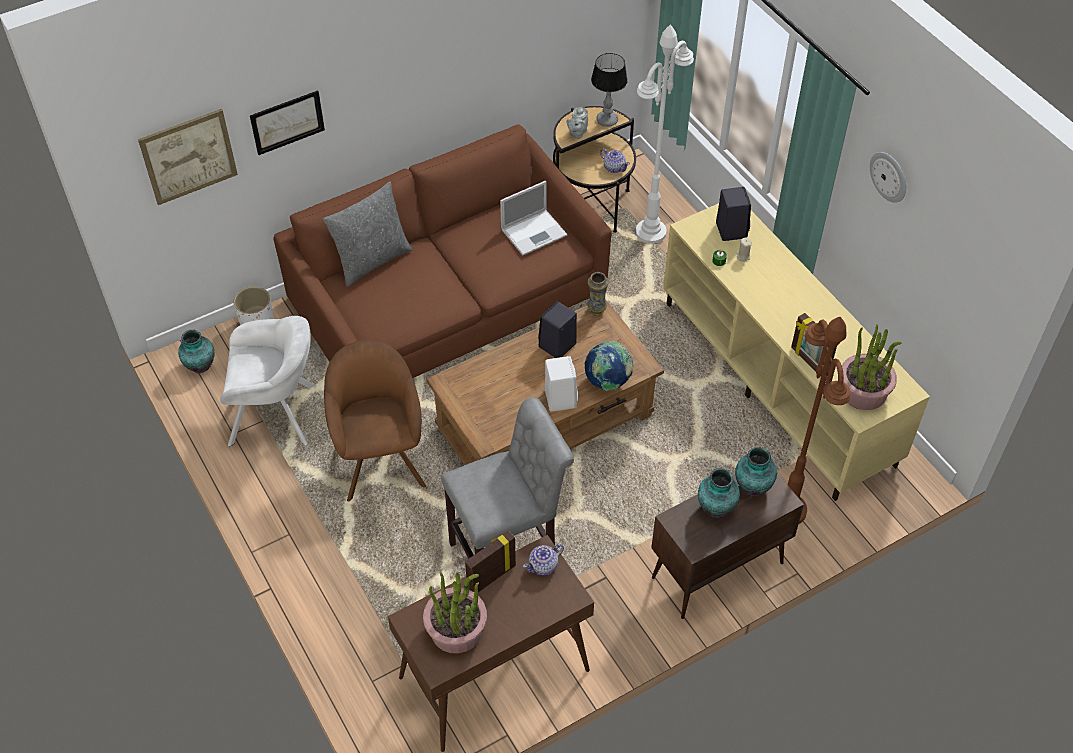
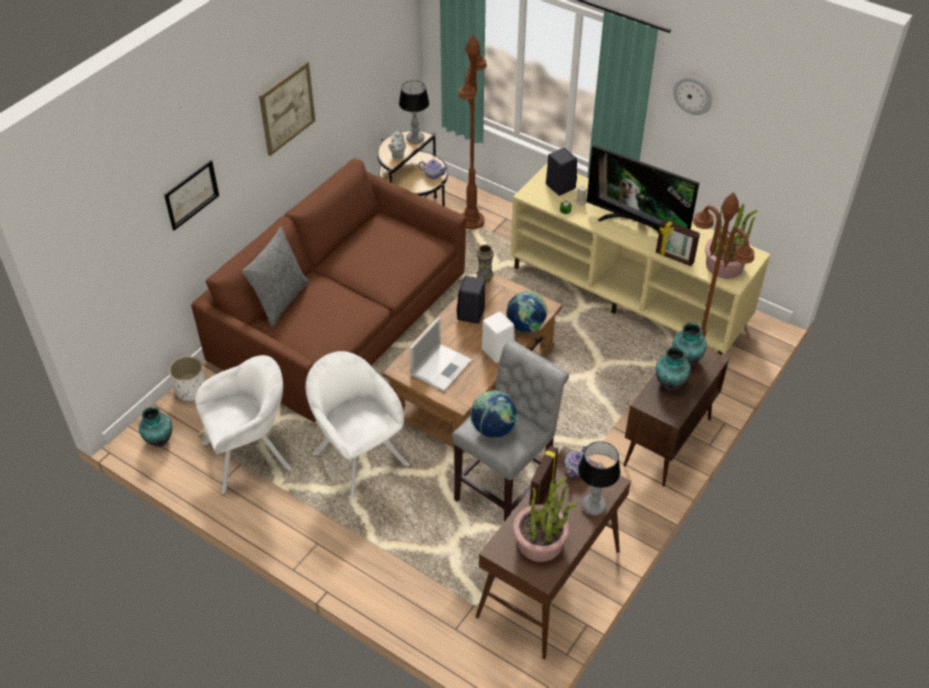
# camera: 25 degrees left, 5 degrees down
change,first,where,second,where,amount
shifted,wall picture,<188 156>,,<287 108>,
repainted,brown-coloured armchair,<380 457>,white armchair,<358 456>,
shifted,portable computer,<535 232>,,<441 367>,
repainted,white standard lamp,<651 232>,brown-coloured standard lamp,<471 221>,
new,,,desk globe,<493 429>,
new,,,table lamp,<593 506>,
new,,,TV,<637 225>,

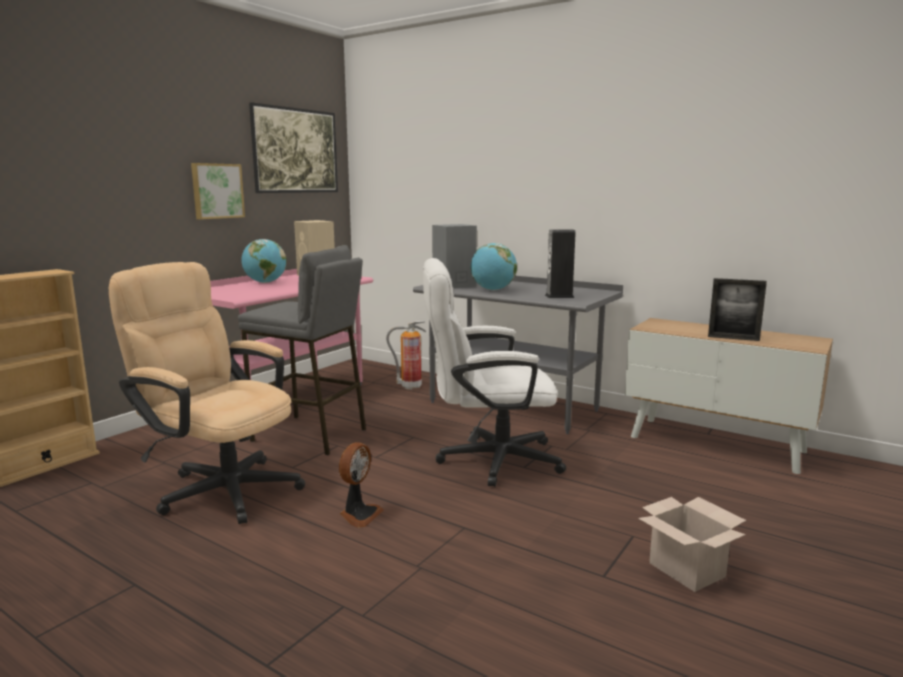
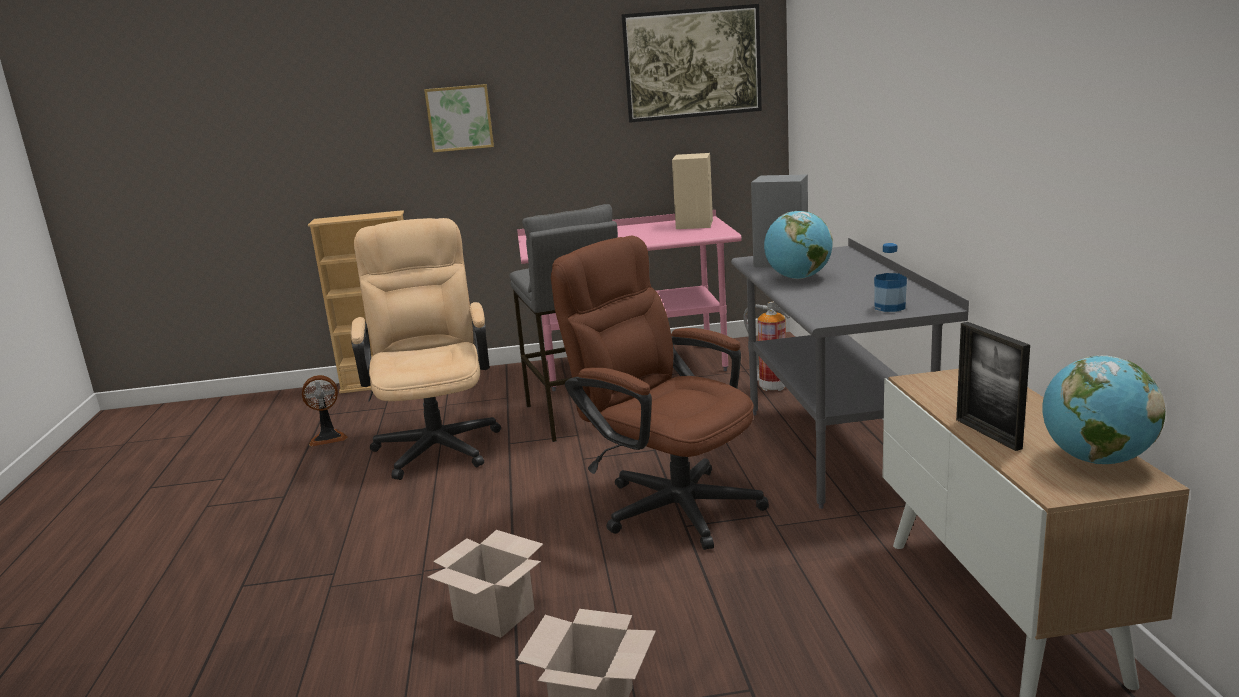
# camera: 50 degrees right, 5 degrees up
change,first,where,second,where,amount
shifted,fan,<359 515>,,<328 437>,
shifted,wall picture,<217 191>,,<459 118>,
new,,,packing box,<496 614>,
repainted,white desk chair,<487 460>,brown-coloured desk chair,<668 503>,
new,,,beverage bottle,<889 307>,
shifted,desk globe,<265 282>,,<1095 460>,
gone,speaker,<559 296>,,,

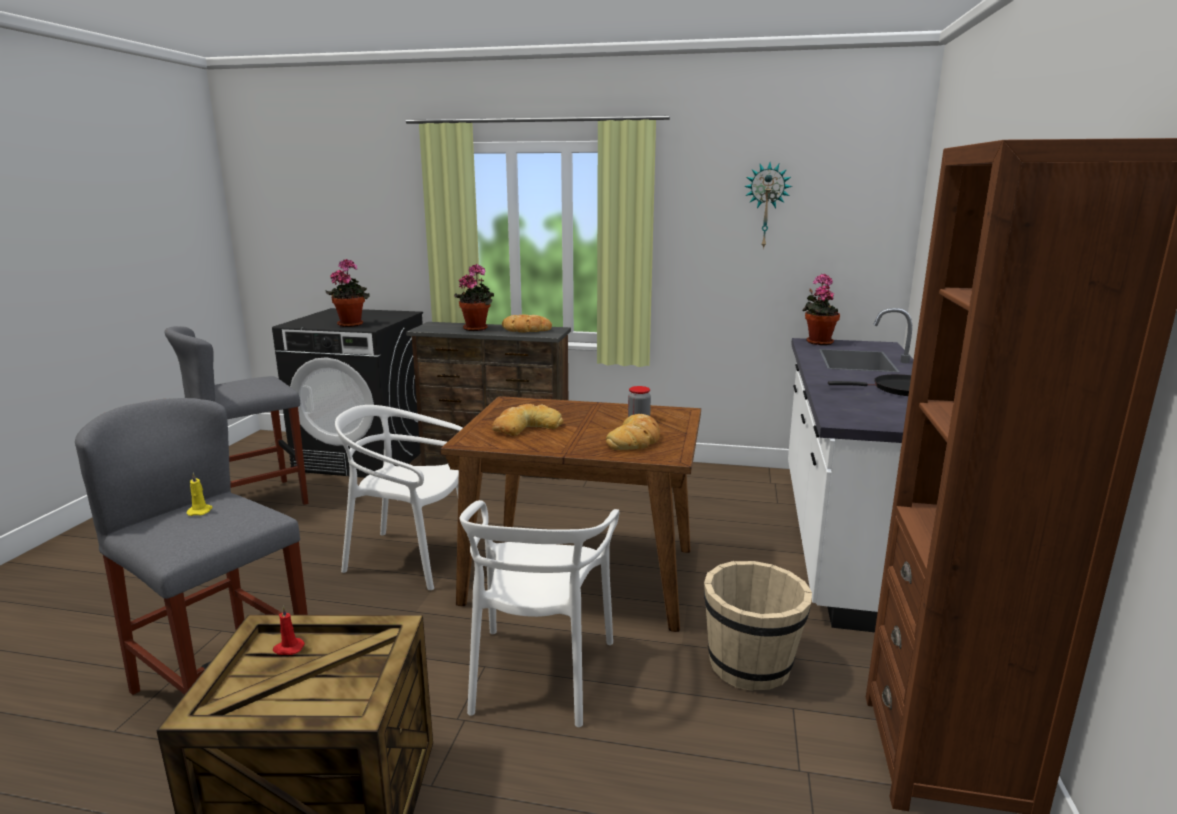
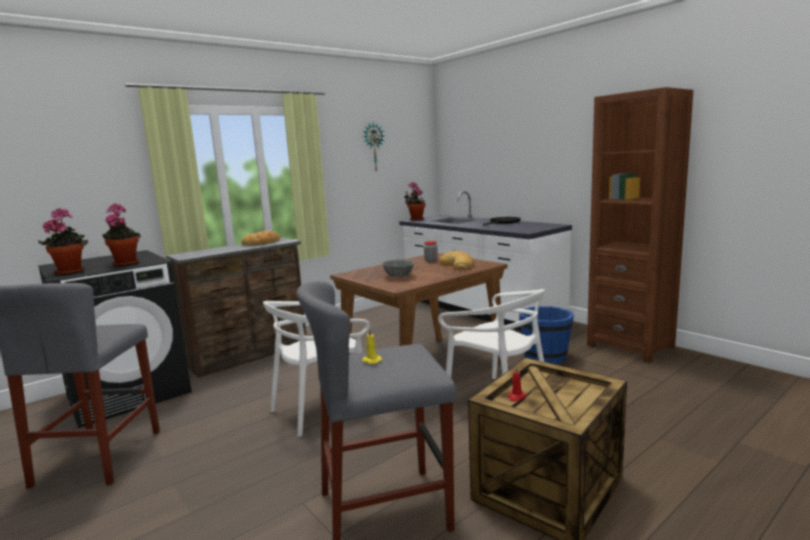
# camera: 50 degrees left, 5 degrees down
change,first,where,second,where,amount
shifted,houseplant,<477 328>,,<71 271>,
swapped,bakery bread,<526 427>,gray serving bowl,<399 276>,
repainted,beige water bucket,<751 665>,bluish water bucket,<545 356>,

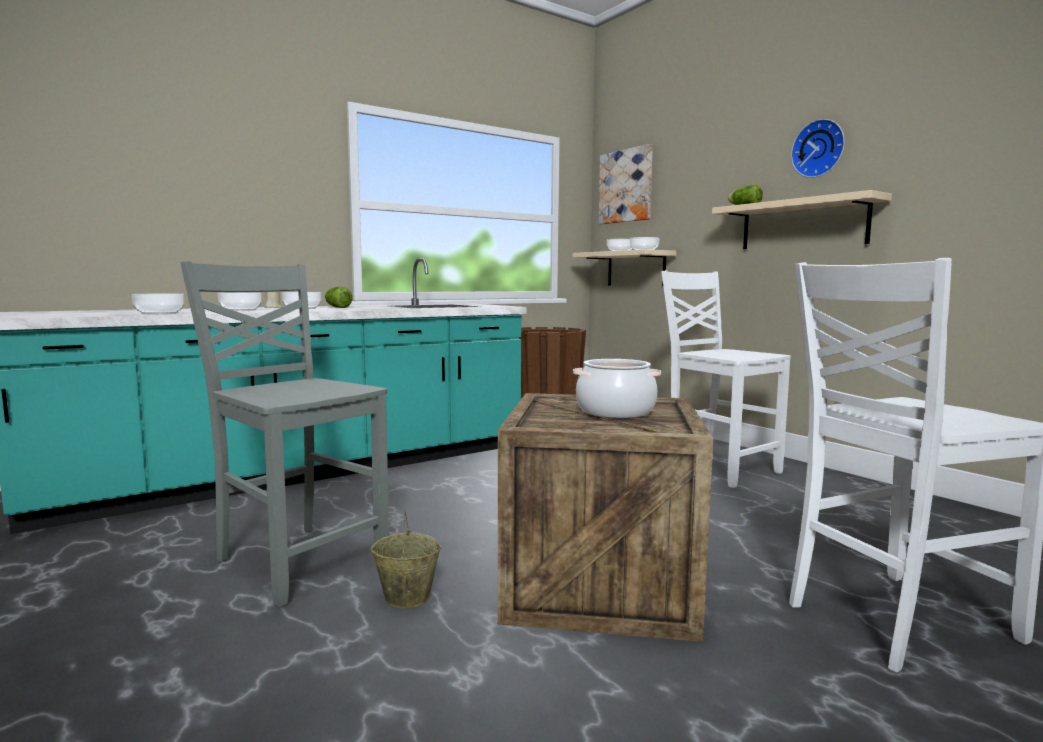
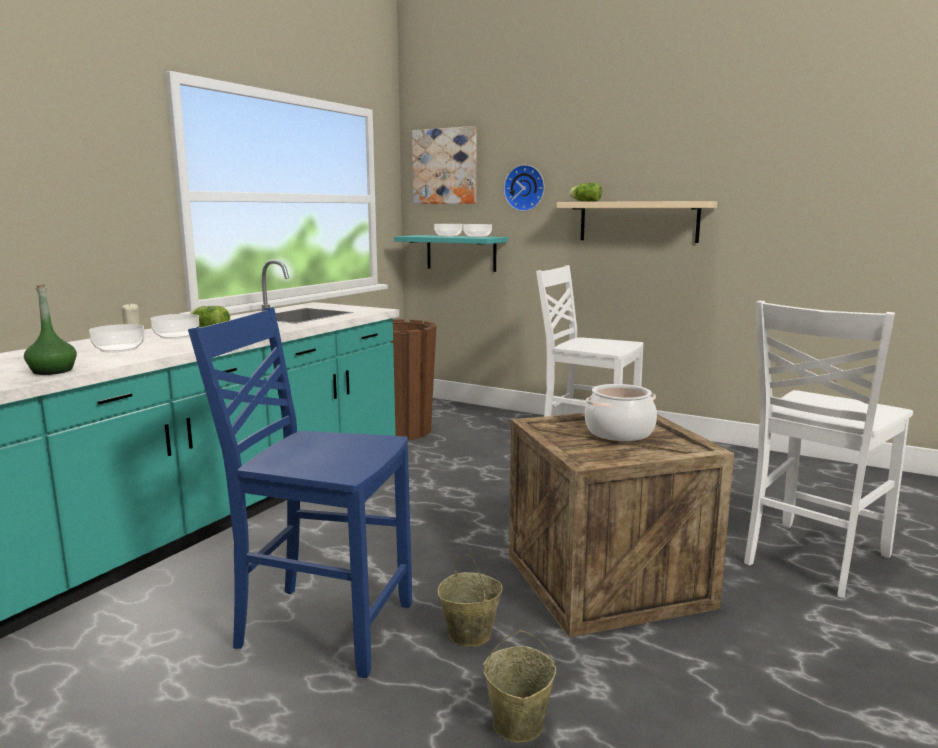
# camera: 25 degrees left, 5 degrees up
change,first,where,second,where,amount
swapped,serving bowl,<159 313>,green beverage bottle,<52 371>,
repainted,gray plain chair,<298 560>,bluish plain chair,<322 626>,
repainted,beige bracket shelf,<636 269>,turquoise-coloured bracket shelf,<461 253>,
new,,,beige water bucket,<518 725>,
shifted,clock on the wall,<819 149>,,<525 188>,

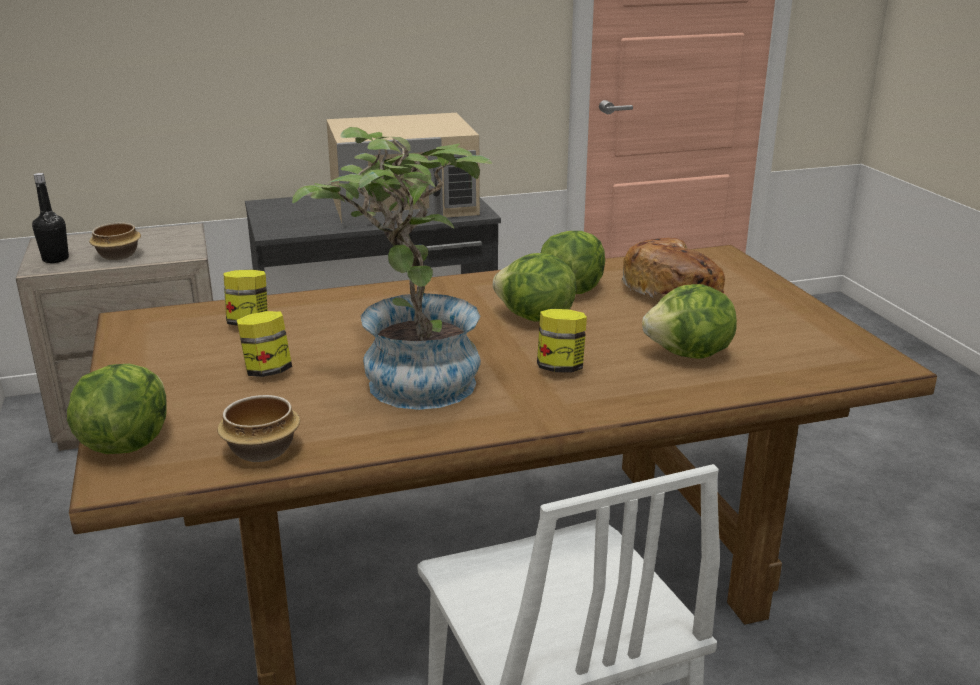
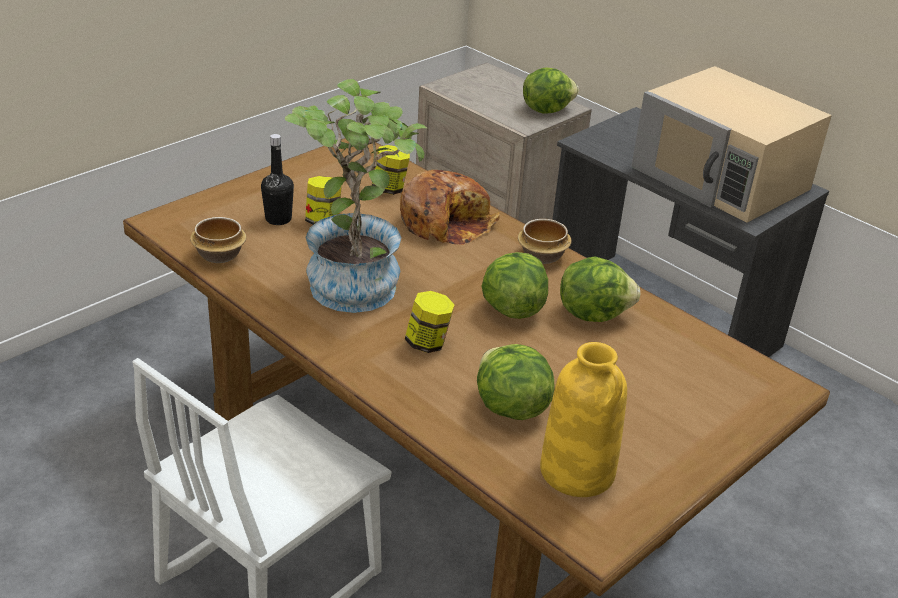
# camera: 60 degrees right, 10 degrees up
change,first,where,second,where,amount
shifted,black beverage bottle,<55 259>,,<278 219>,
shifted,bakery bread,<673 289>,,<446 221>,
shifted,serving bowl,<119 256>,,<543 256>,
shifted,lettuce,<125 443>,,<546 109>,
new,,,yellow flower vase,<578 472>,

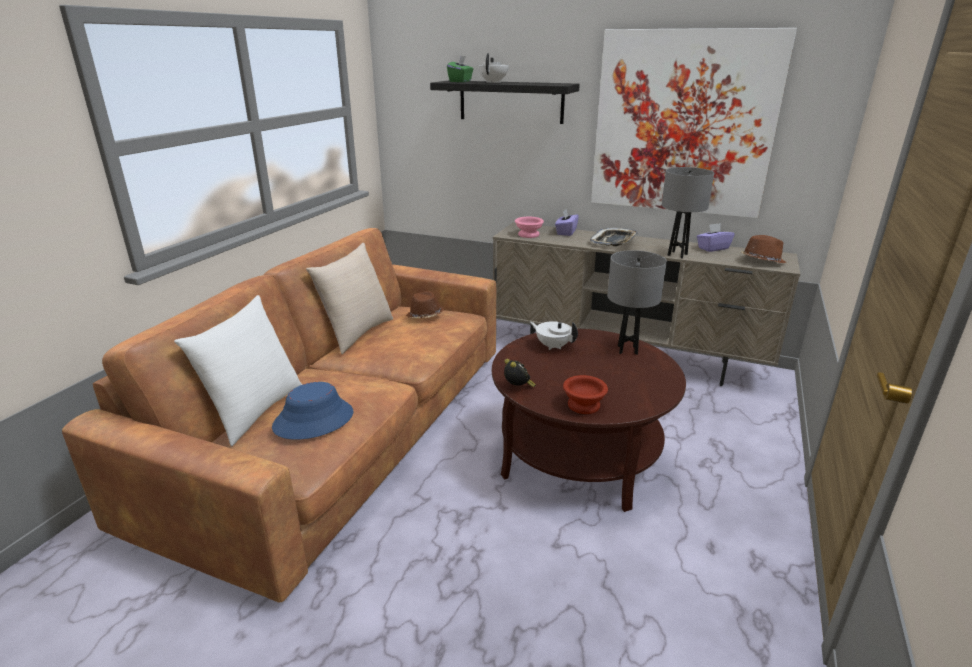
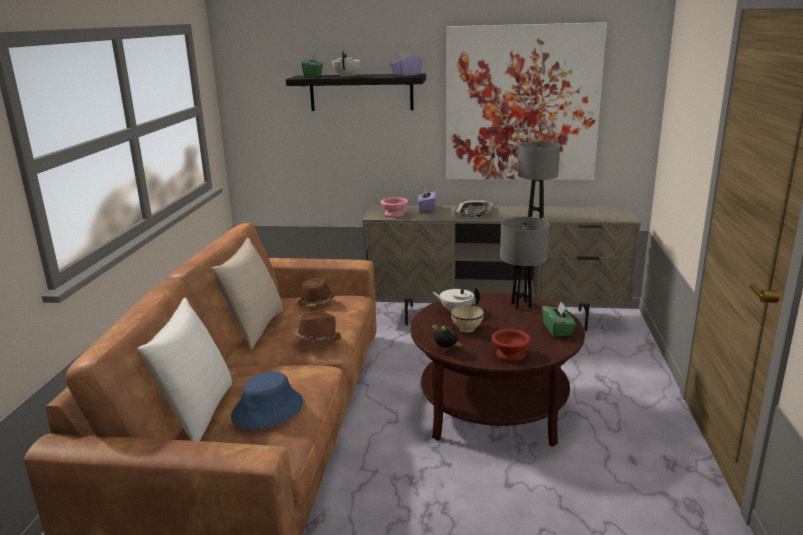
# camera: 15 degrees left, 5 degrees down
change,first,where,second,where,amount
shifted,brown-coloured clothing hat,<761 261>,,<317 338>,
shifted,purple tissue holder,<713 248>,,<406 75>,
new,,,beige serving bowl,<466 329>,
new,,,green tissue holder,<557 330>,

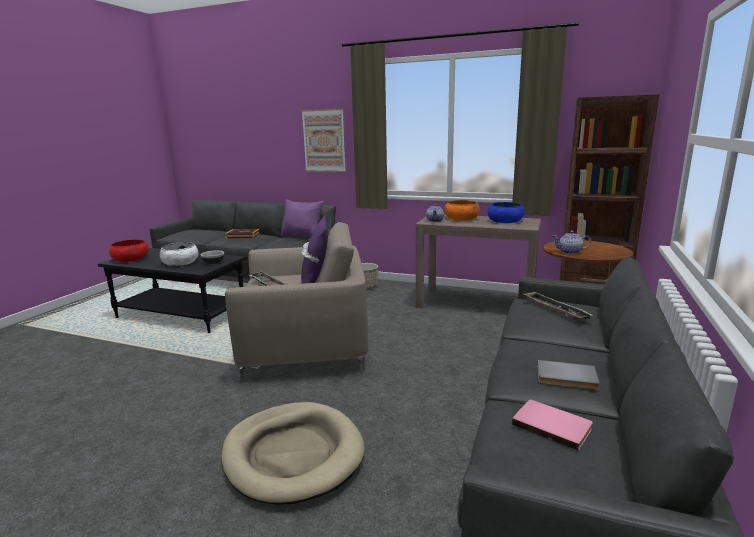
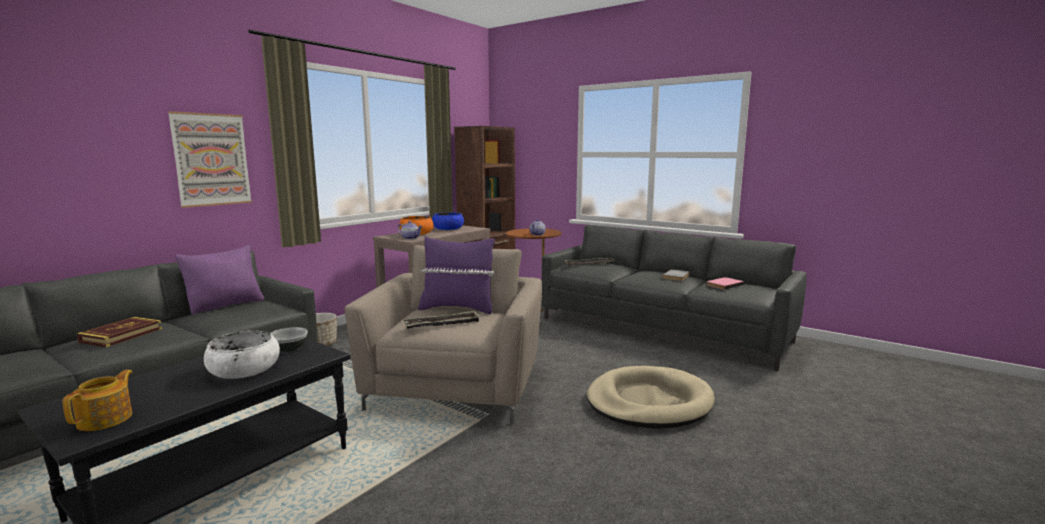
# camera: 75 degrees left, 5 degrees down
change,first,where,second,where,amount
swapped,red serving bowl,<130 259>,tea pot,<106 419>,

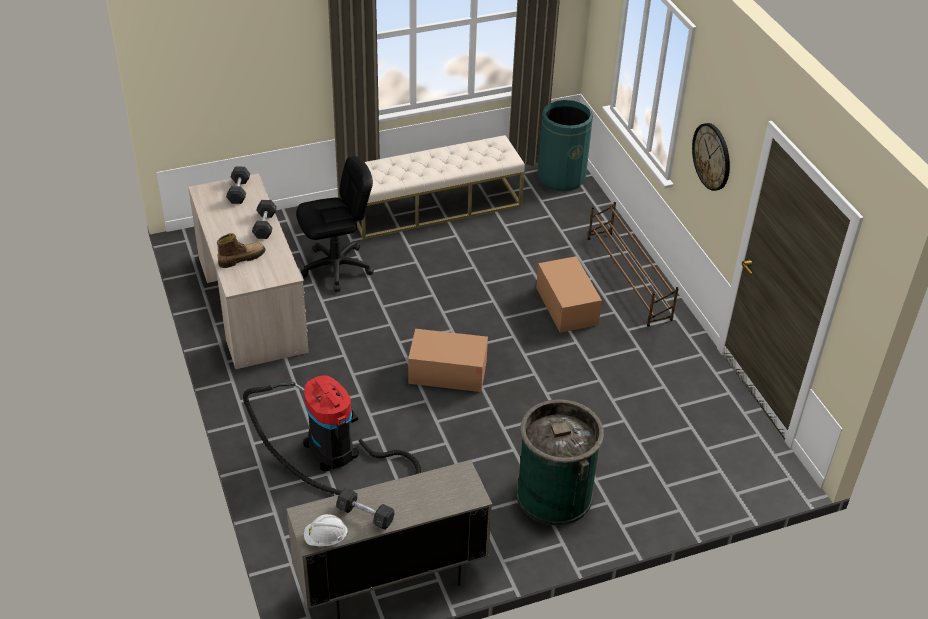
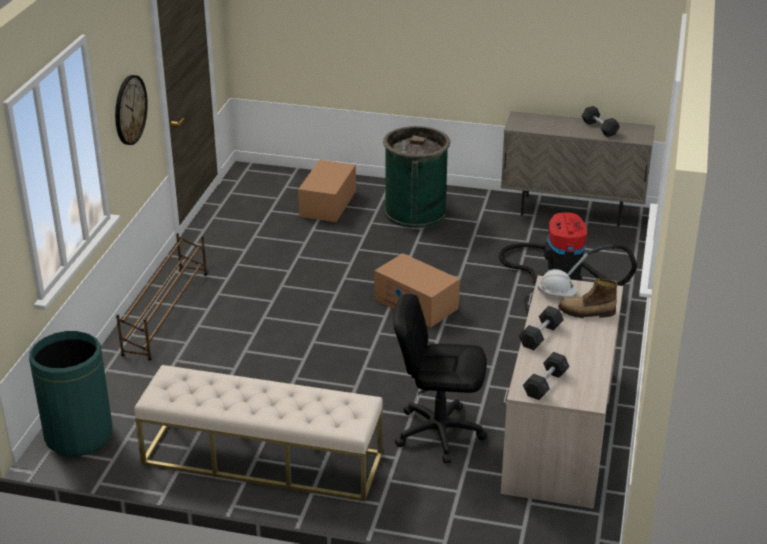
# camera: 145 degrees left, 10 degrees down
change,first,where,second,where,amount
shifted,packing box,<566 306>,,<328 203>,
shifted,white safety helmet,<326 538>,,<557 294>,

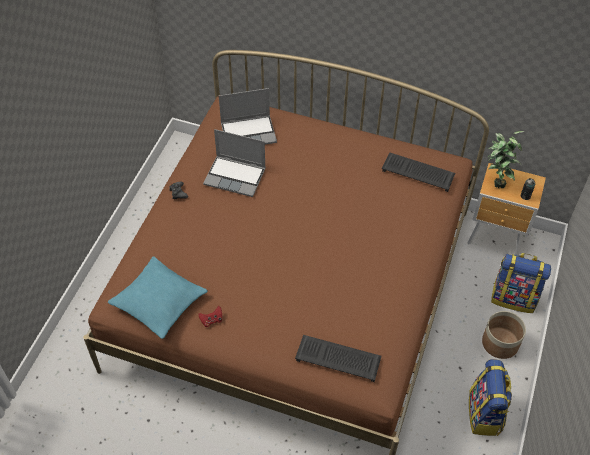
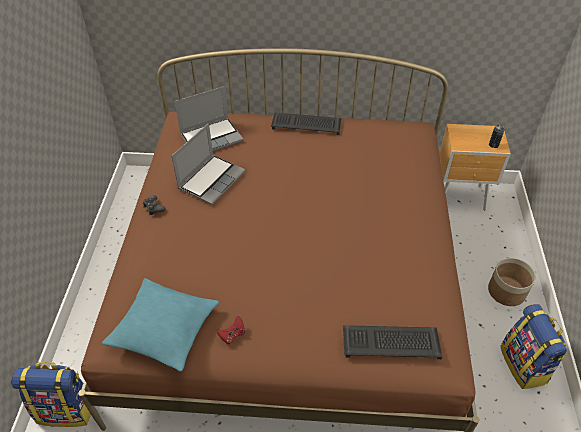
# camera: 15 degrees left, 5 degrees down
change,first,where,second,where,amount
shifted,backpack,<514 298>,,<67 409>,
rotated,portable computer,<236 176>,,<211 179>,60 degrees counterclockwise
shifted,keyboard,<419 172>,,<307 124>,
gone,houseplant,<497 180>,,,

